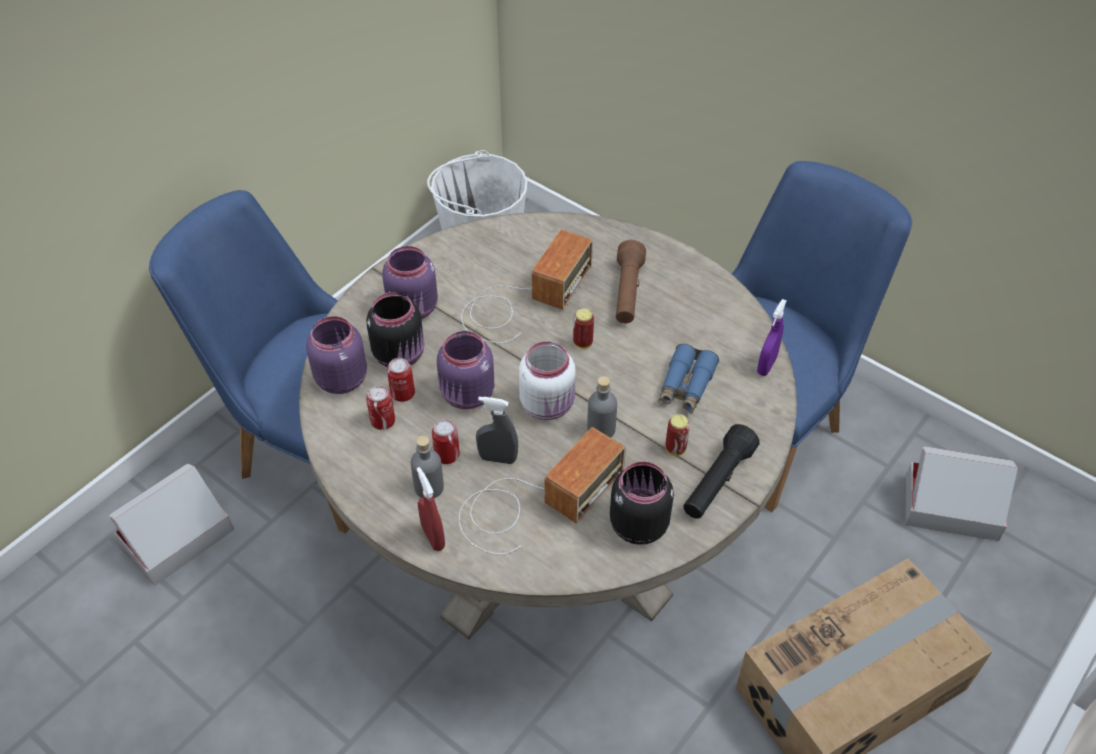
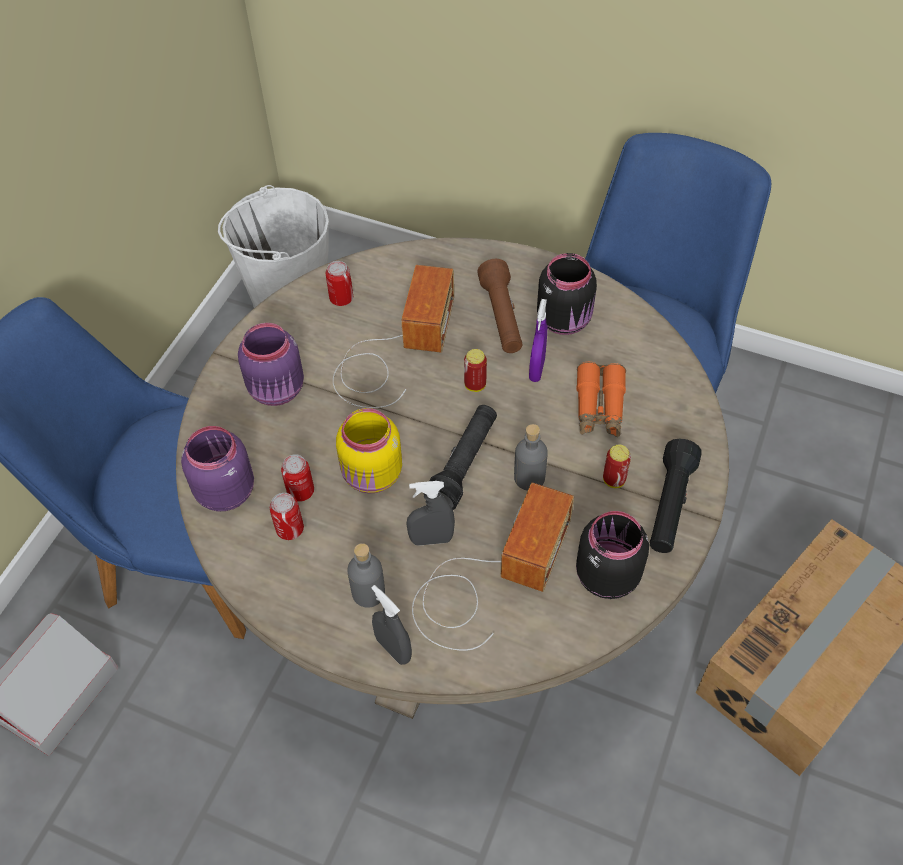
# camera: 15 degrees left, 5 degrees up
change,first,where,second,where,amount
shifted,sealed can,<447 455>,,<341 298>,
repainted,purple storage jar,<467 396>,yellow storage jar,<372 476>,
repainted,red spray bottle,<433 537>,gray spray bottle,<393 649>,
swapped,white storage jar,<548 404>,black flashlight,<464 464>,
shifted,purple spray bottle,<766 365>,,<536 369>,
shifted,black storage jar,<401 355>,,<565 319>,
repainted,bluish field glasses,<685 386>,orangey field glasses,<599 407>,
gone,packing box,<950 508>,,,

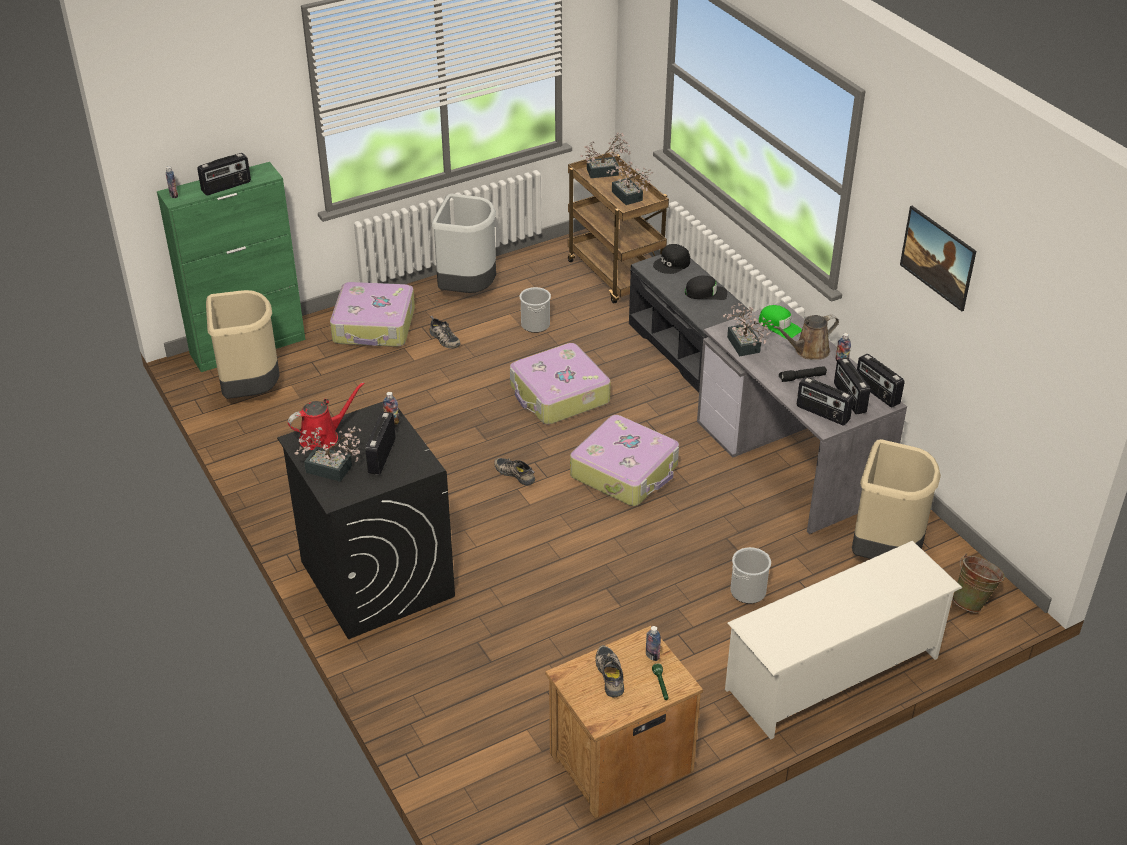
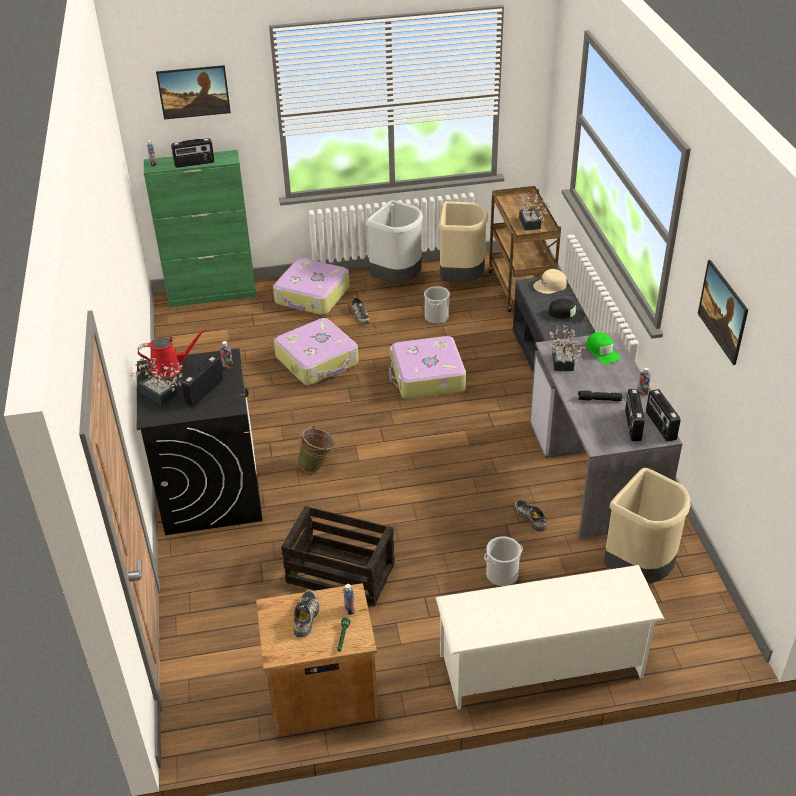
# camera: 20 degrees right, 0 degrees up
change,first,where,second,where,amount
new,,,wall picture,<195 104>,
shifted,suitcase,<625 471>,,<318 361>,
new,,,crate,<339 573>,
shifted,green water bucket,<973 602>,,<317 466>,
shifted,beige rubbish bin,<250 391>,,<460 280>,
shifted,low shoe,<516 473>,,<531 517>,
repainted,black baseball cap,<672 264>,beige baseball cap,<550 286>,
gone,houseplant,<606 172>,,,
gone,brown-coloured sprinkling can,<809 351>,,,
gone,radio set,<822 413>,,,

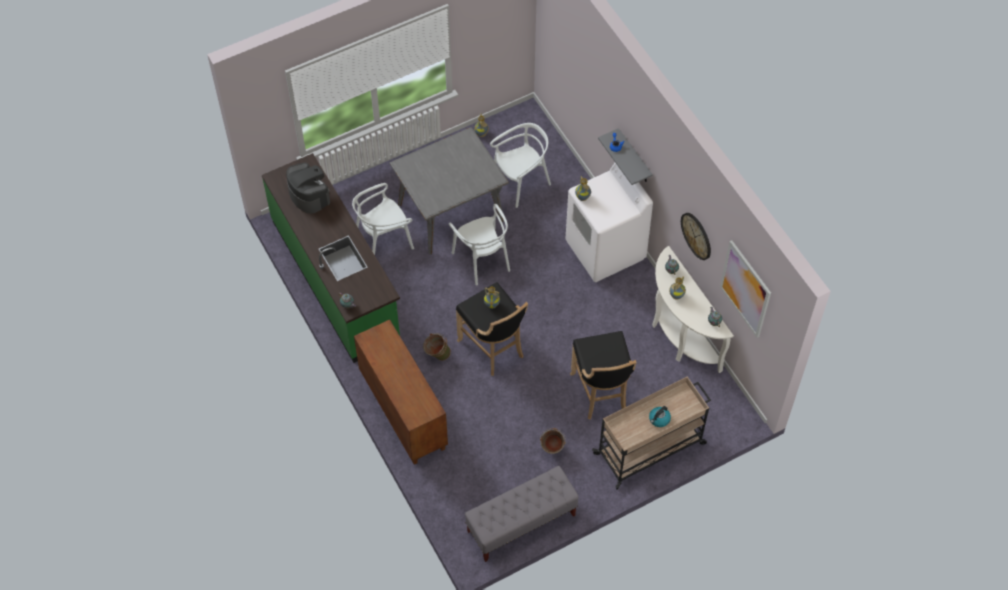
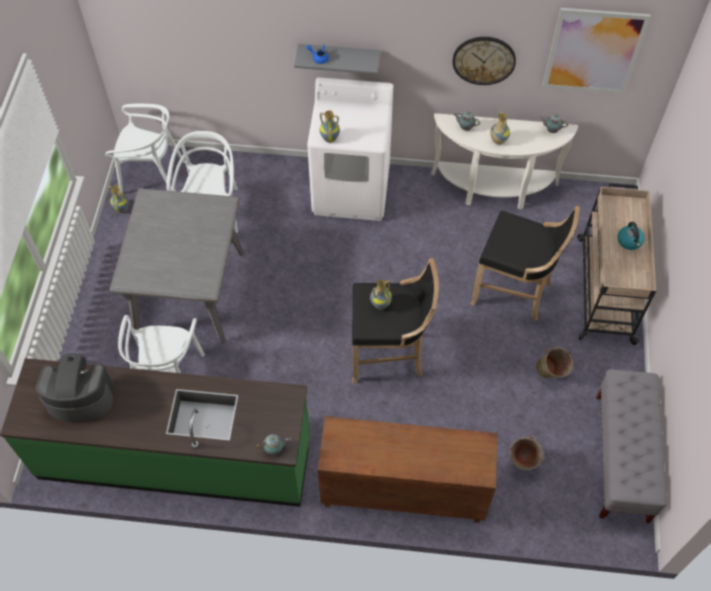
# camera: 55 degrees left, 0 degrees up
change,first,where,second,where,amount
shifted,white plain chair,<482 260>,,<152 175>,
shifted,green water bucket,<437 355>,,<521 463>,

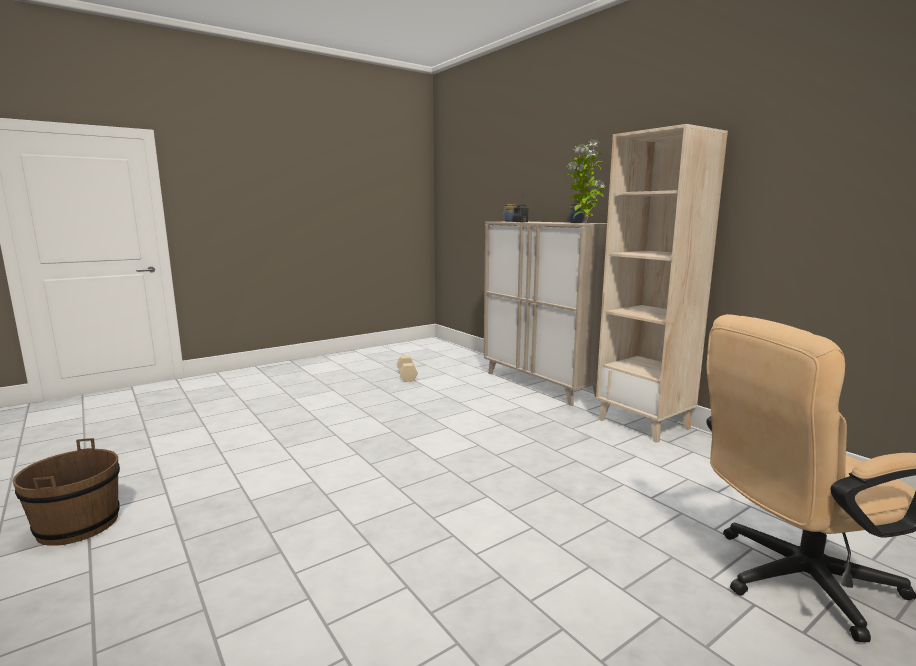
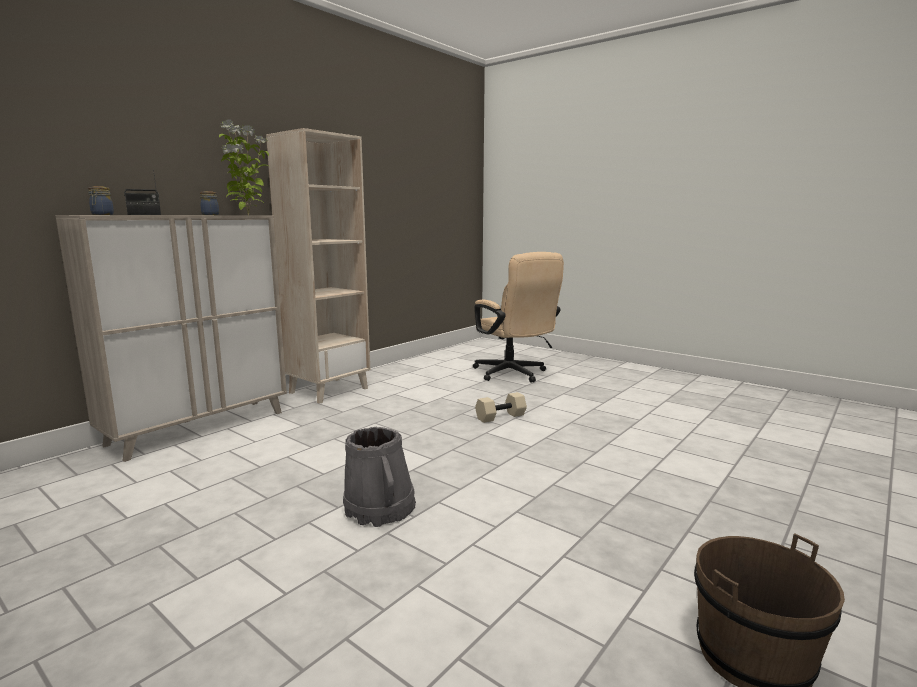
# camera: 105 degrees left, 0 degrees up
change,first,where,second,where,amount
new,,,gray water bucket,<379 508>,
shifted,beige dumbbell,<406 376>,,<500 417>,

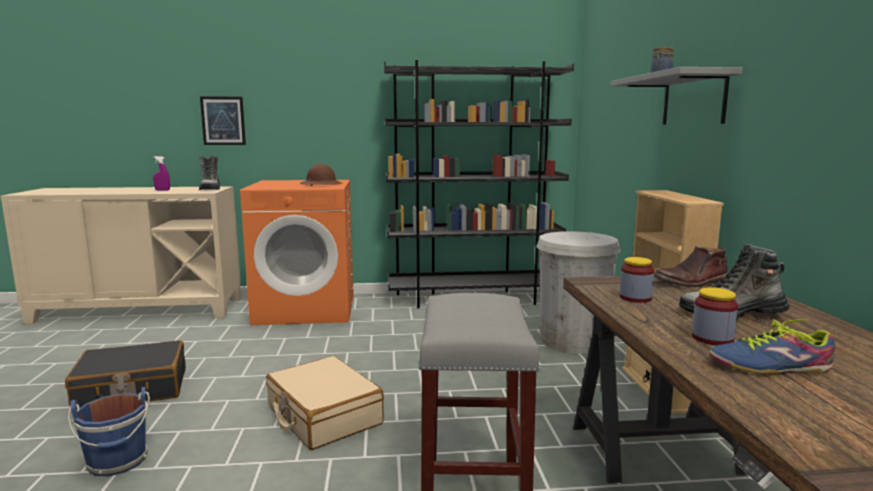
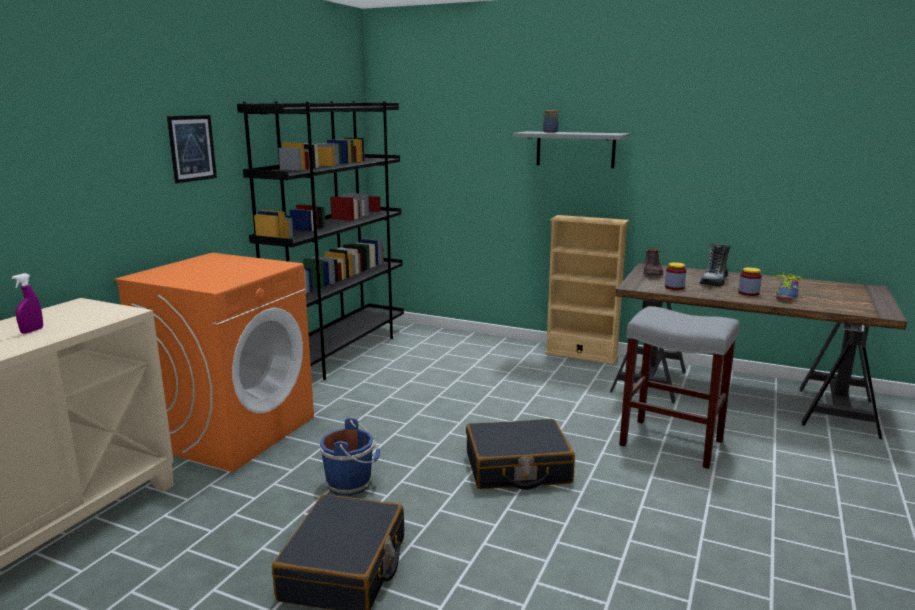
# camera: 60 degrees left, 5 degrees up
change,first,where,second,where,amount
shifted,wall picture,<223 121>,,<192 148>,
shifted,bluish water bucket,<118 462>,,<351 483>,
repainted,beige suitcase,<323 416>,black suitcase,<517 468>,
gone,tall boot,<210 188>,,,
gone,brown-coloured safety helmet,<321 184>,,,
gone,white rubbish bin,<572 340>,,,

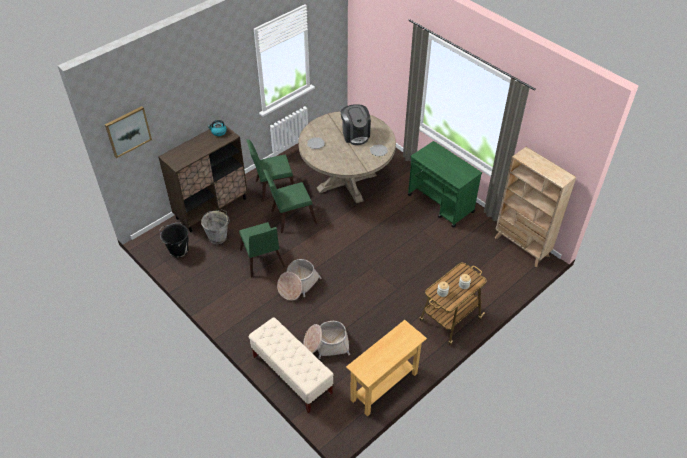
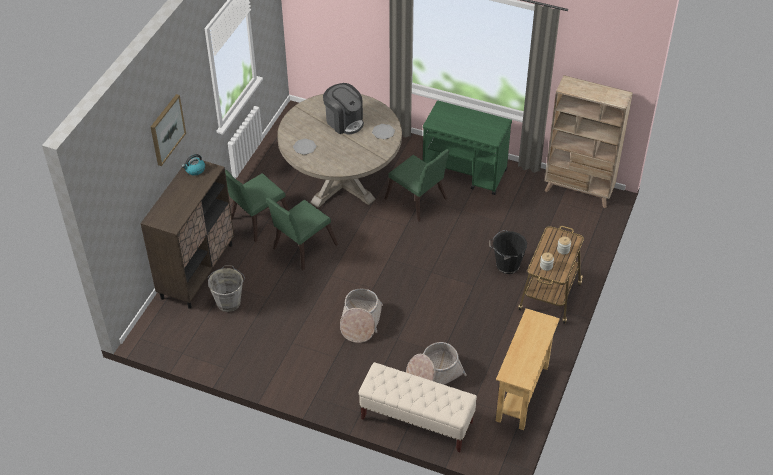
# camera: 25 degrees left, 0 degrees up
change,first,where,second,where,amount
shifted,wall picture,<128 131>,,<167 129>,
shifted,green plain chair,<262 261>,,<418 201>,
shifted,black water bucket,<178 250>,,<506 265>,

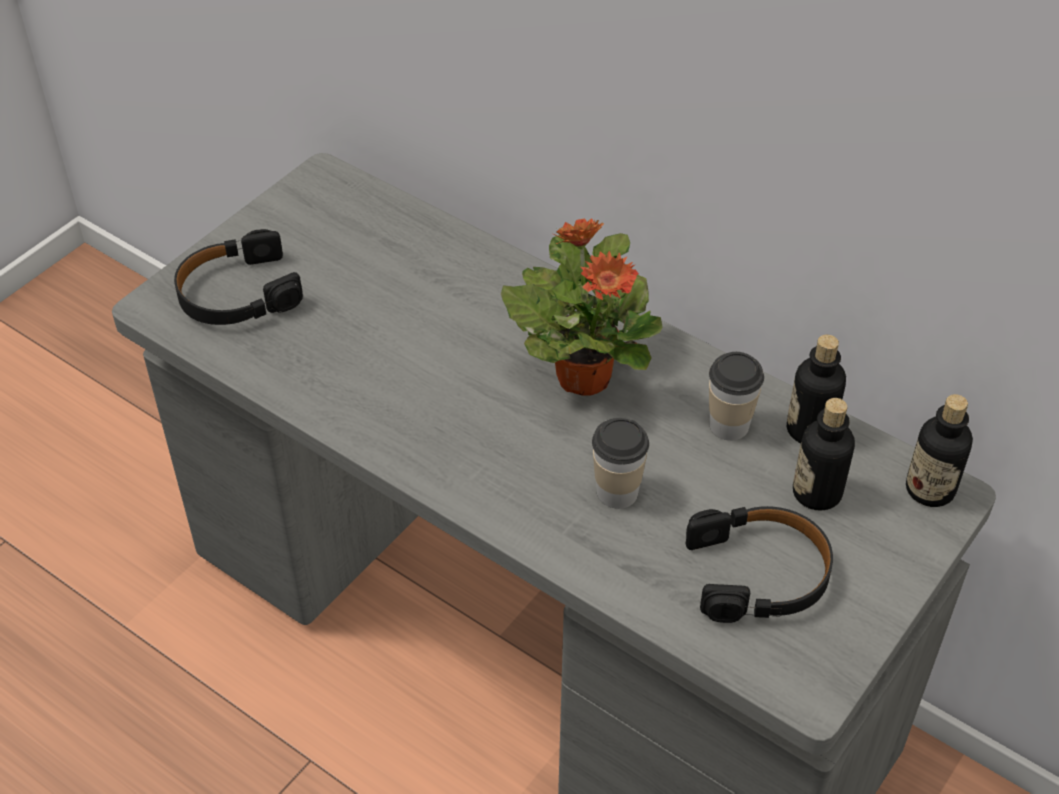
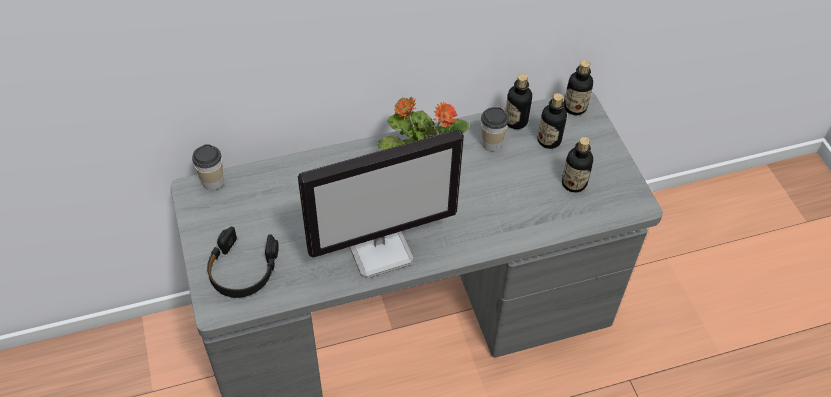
# camera: 55 degrees left, 5 degrees up
change,first,where,second,where,amount
shifted,drinking cup,<617 492>,,<213 182>,
new,,,monitor,<381 249>,
swapped,black headset,<759 574>,beverage bottle,<573 183>,

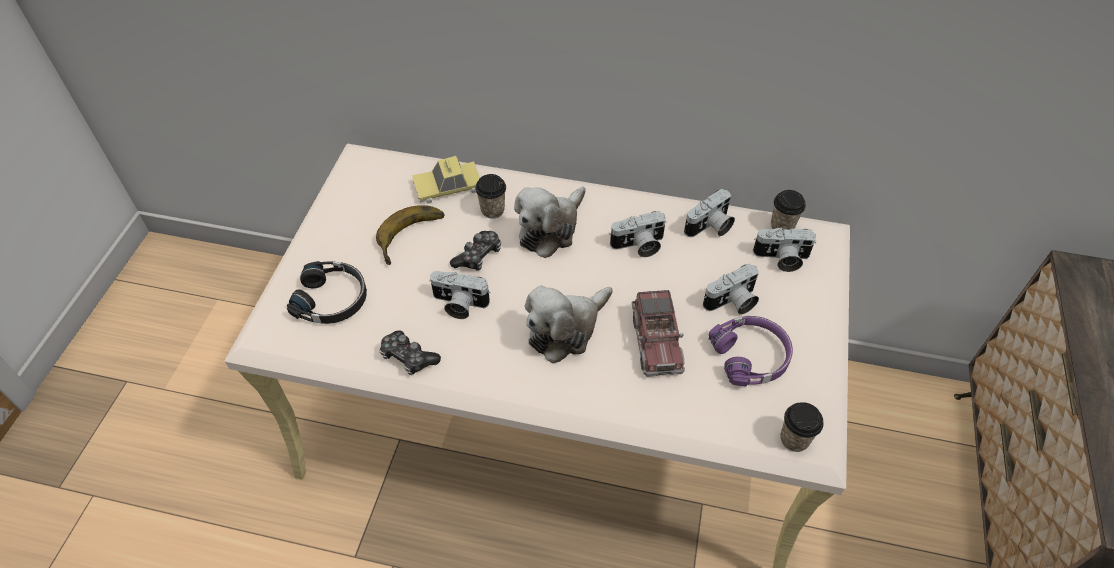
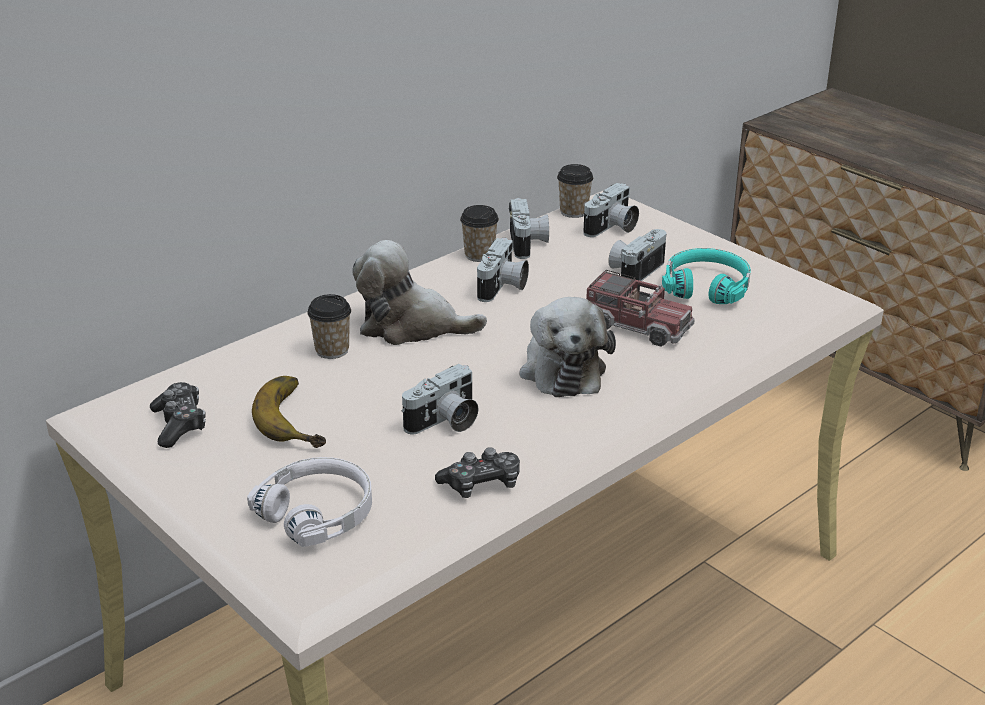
# camera: 55 degrees left, 20 degrees down
change,first,where,second,where,amount
shifted,gamepad,<478 256>,,<179 424>,
repainted,black headset,<332 299>,white headset,<318 512>,
rotated,plush toy,<550 229>,,<411 326>,120 degrees clockwise
shifted,drinking cup,<794 439>,,<479 255>,
rotated,photo camera,<732 303>,,<634 270>,150 degrees counterclockwise
repainted,purple headset,<751 356>,turquoise-coloured headset,<706 287>,
gone,miniature car,<448 186>,,,

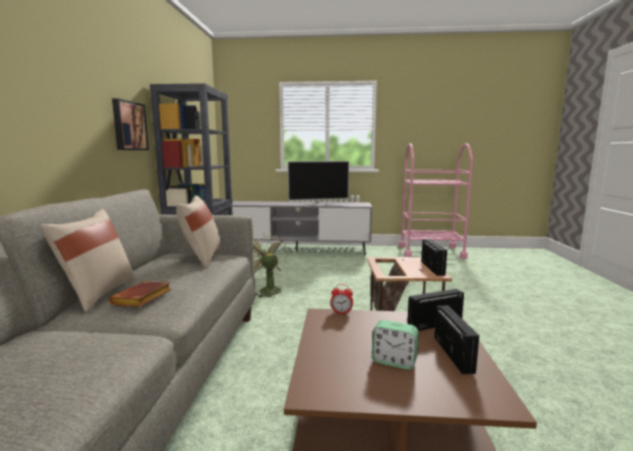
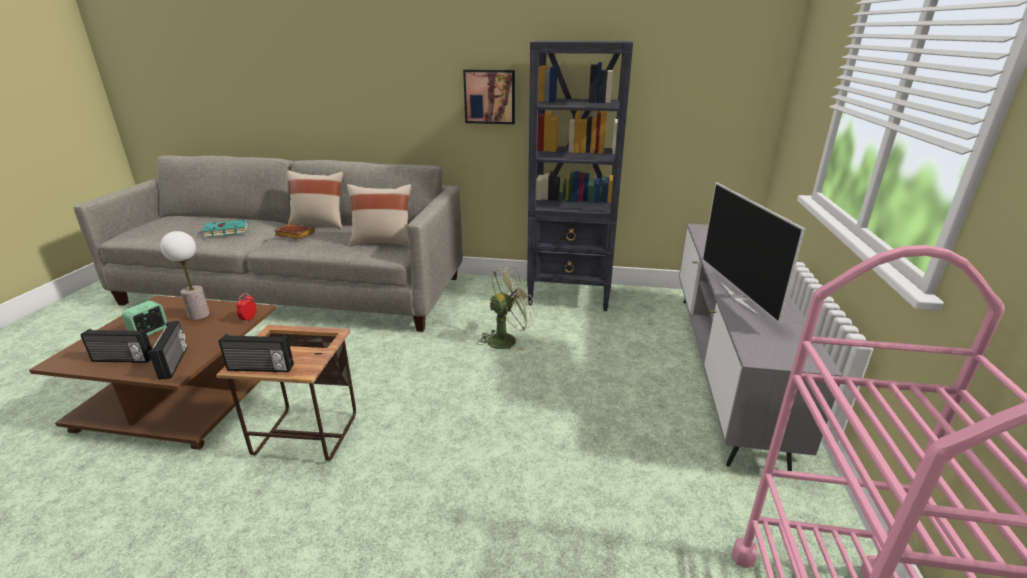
# camera: 95 degrees right, 15 degrees up
change,first,where,second,where,amount
new,,,table lamp,<199 315>,
new,,,turquoise-coloured volume,<225 231>,

